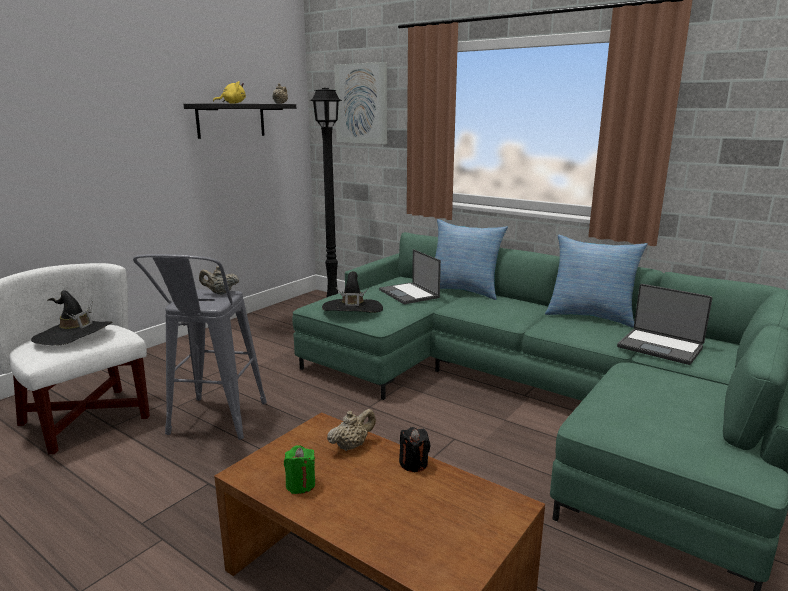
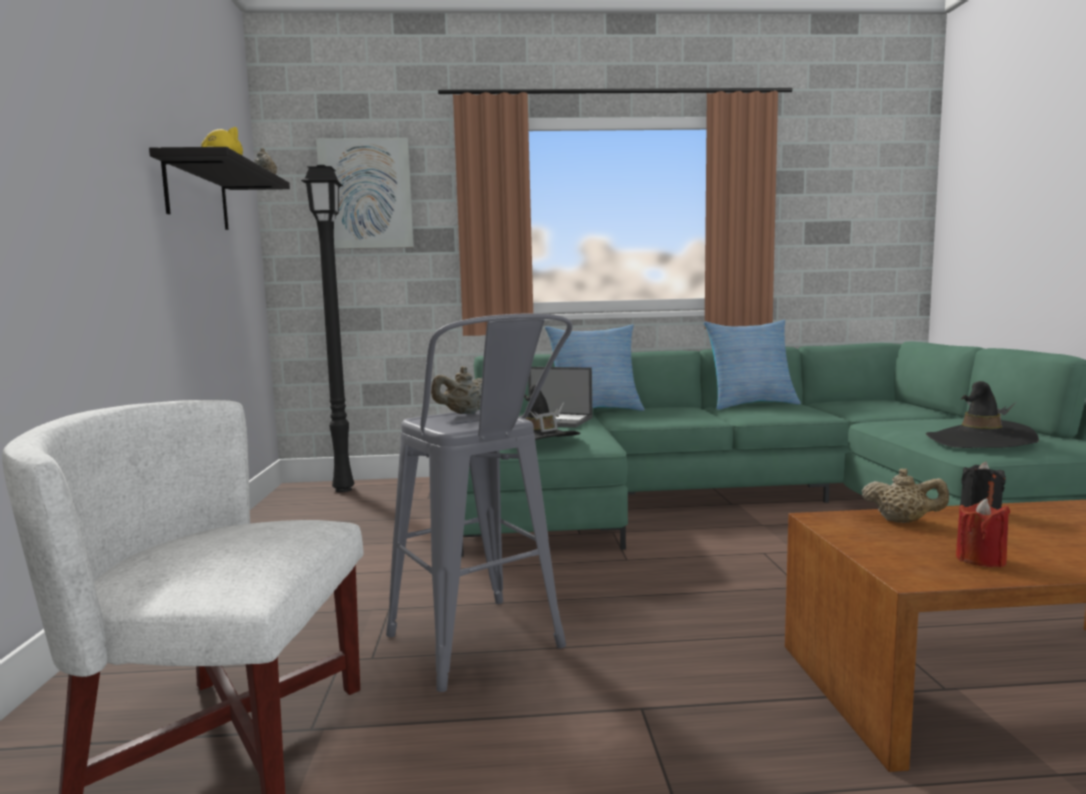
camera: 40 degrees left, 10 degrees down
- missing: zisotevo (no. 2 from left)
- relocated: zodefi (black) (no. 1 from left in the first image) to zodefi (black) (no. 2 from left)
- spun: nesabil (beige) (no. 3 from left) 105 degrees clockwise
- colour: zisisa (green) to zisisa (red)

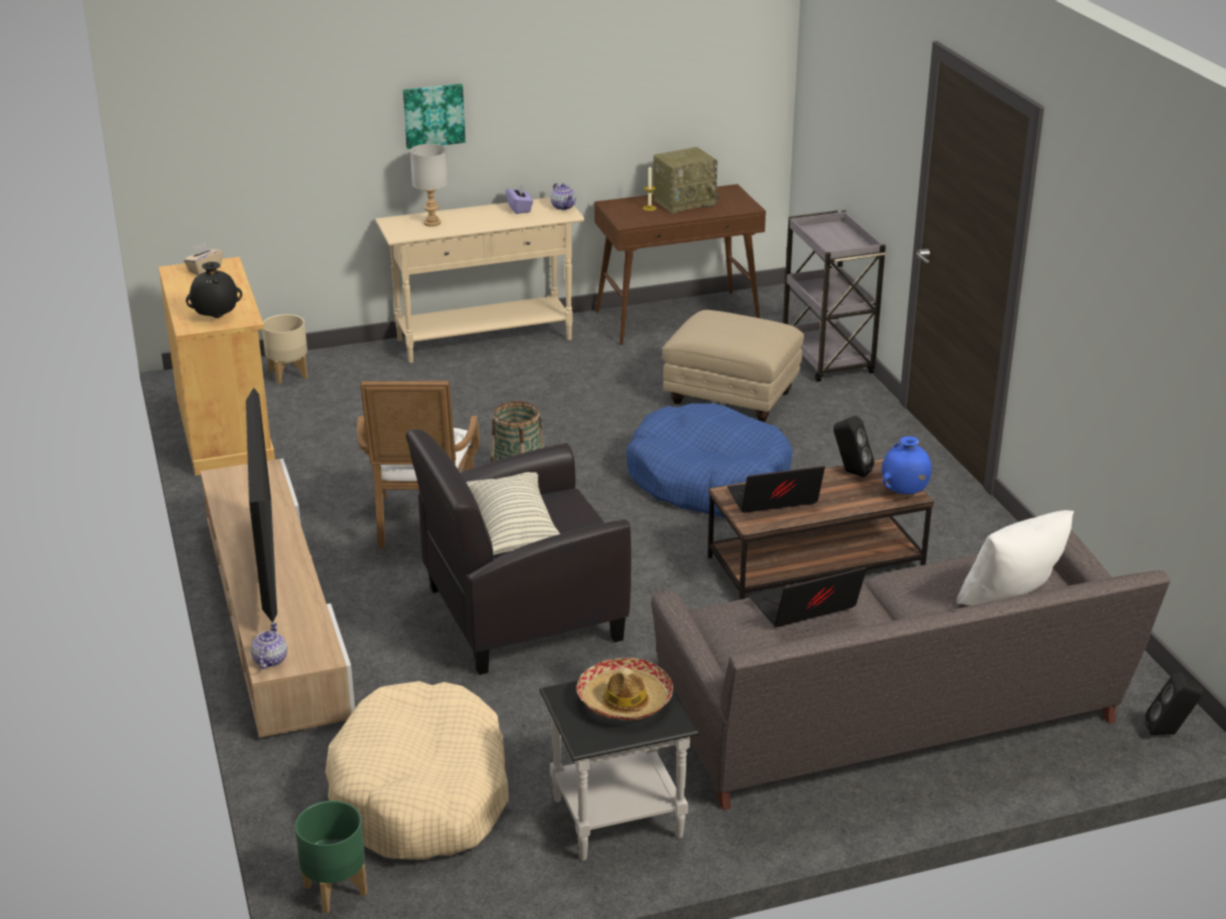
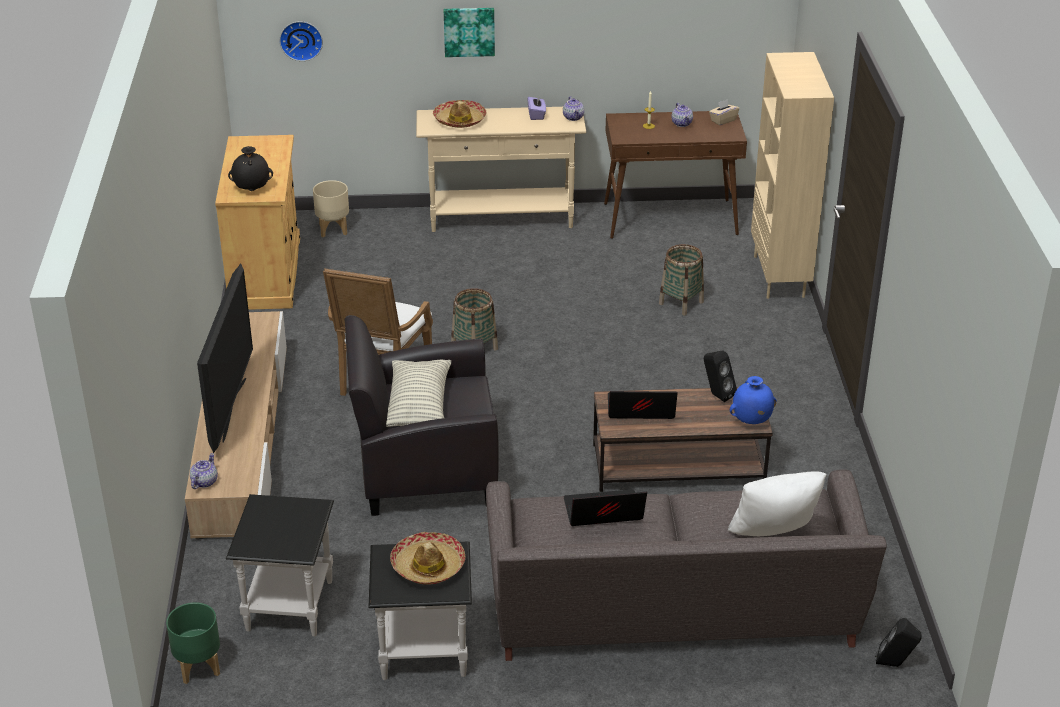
camera: 15 degrees right, 5 degrees up
- exchanged: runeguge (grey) to zodefi (no. 2 from left)
- exchanged: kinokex to nesabil (no. 3 from left)
- exchanged: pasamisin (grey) to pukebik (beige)
- relocated: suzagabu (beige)
- exchanged: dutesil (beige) to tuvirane (no. 2 from left)
- missing: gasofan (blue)
- exchanged: gasofan (beige) to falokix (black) (no. 1 from left)
- appeared: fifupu

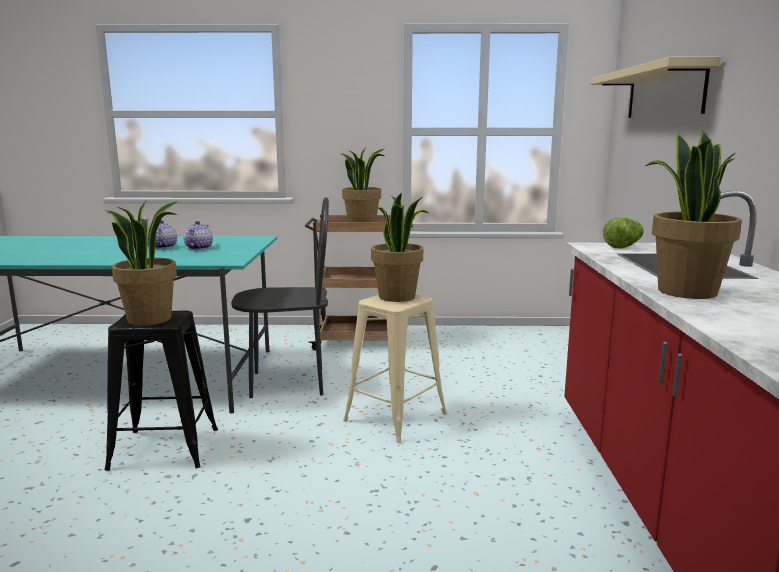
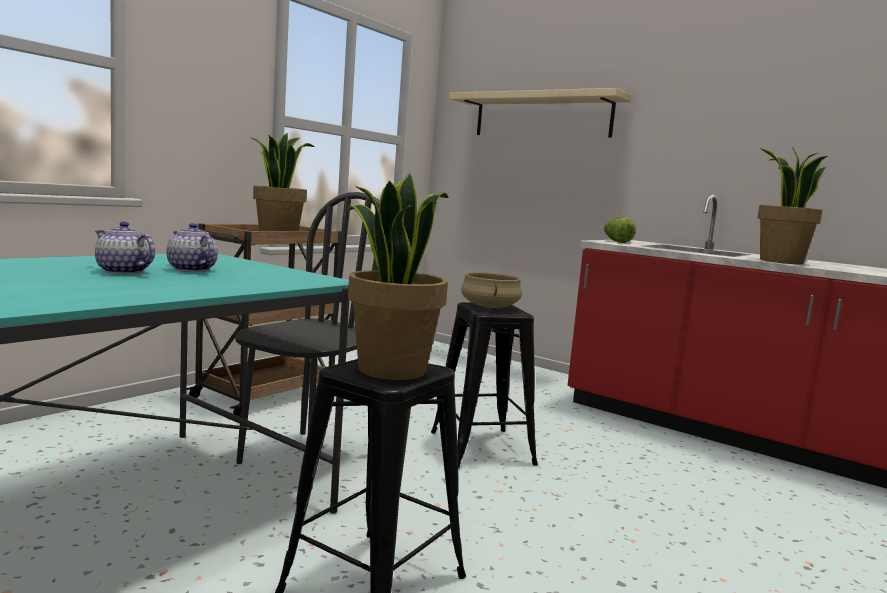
camera: 55 degrees left, 5 degrees down
- exchanged: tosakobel (no. 3 from left) to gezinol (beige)
- colour: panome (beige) to panome (black) (no. 2 from left)

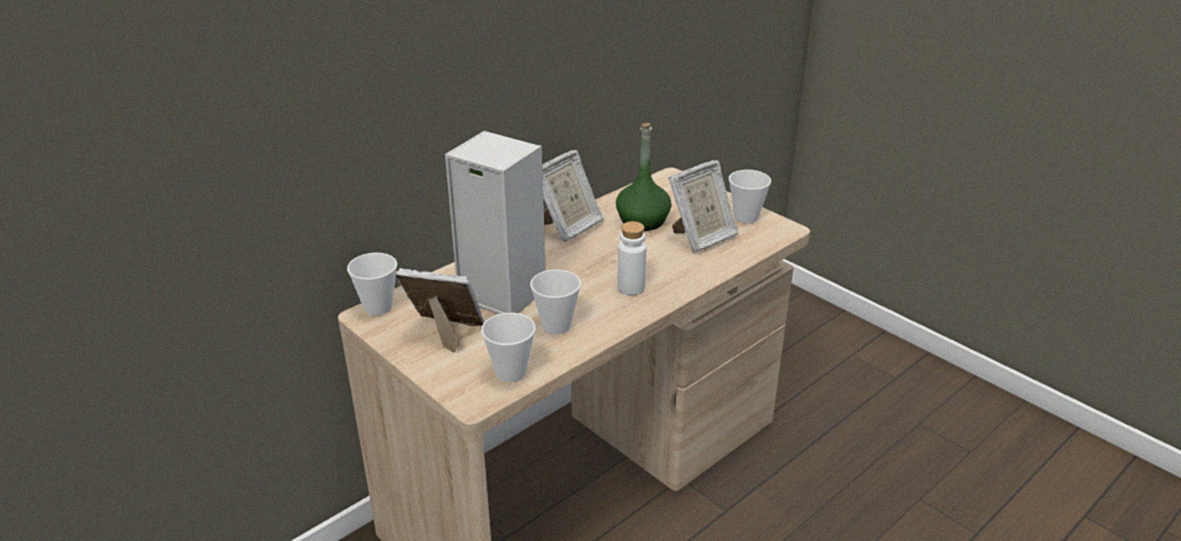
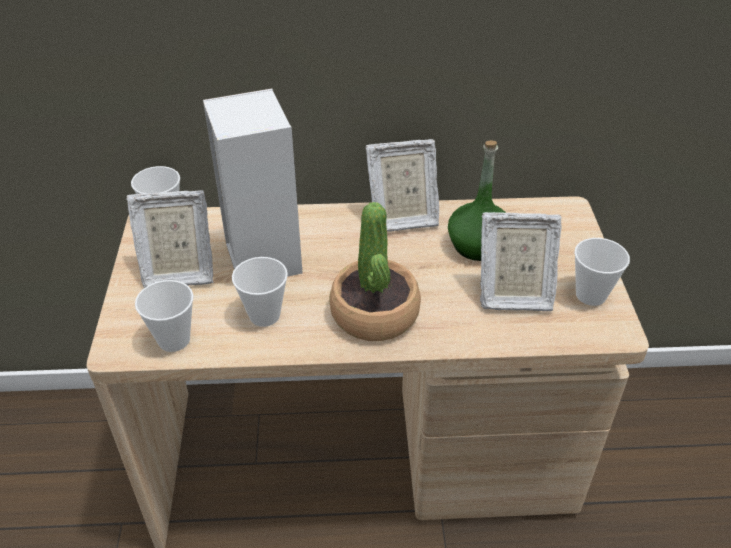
camera: 40 degrees right, 10 degrees up
- exchanged: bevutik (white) to tosakobel
- spun: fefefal (no. 1 from left) 120 degrees clockwise

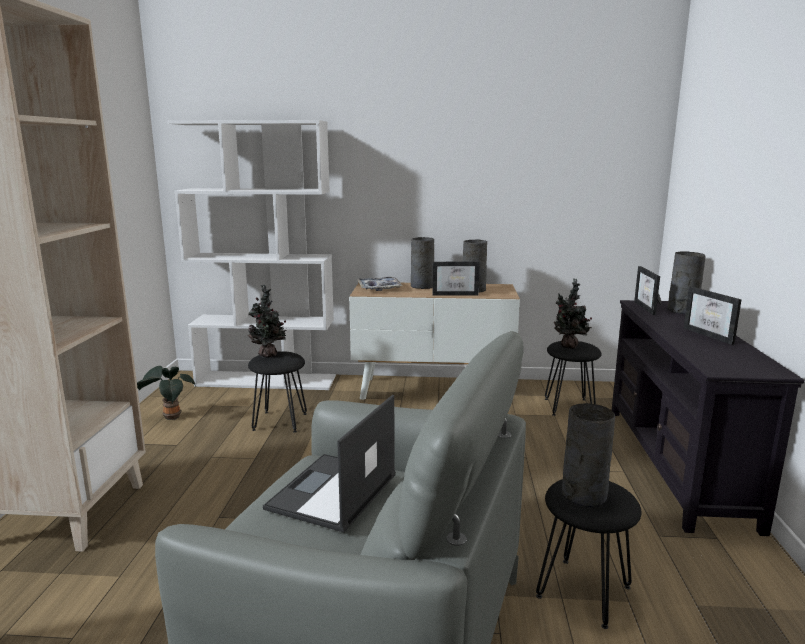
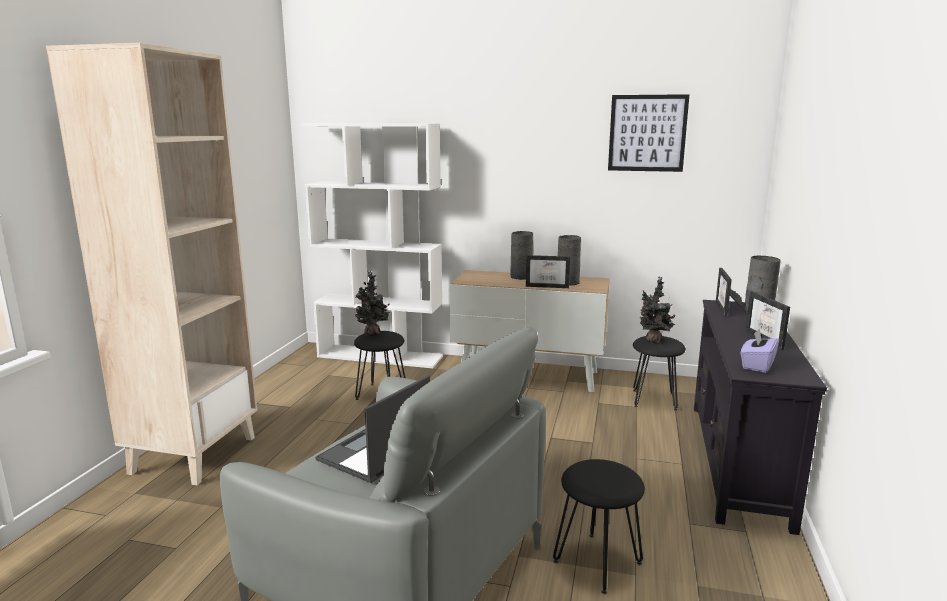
camera: 10 degrees right, 0 degrees up
- missing: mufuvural
- missing: tosakobel (no. 1 from left)
- missing: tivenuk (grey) (no. 3 from left)
- appeared: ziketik
- appeared: suzagabu (purple)

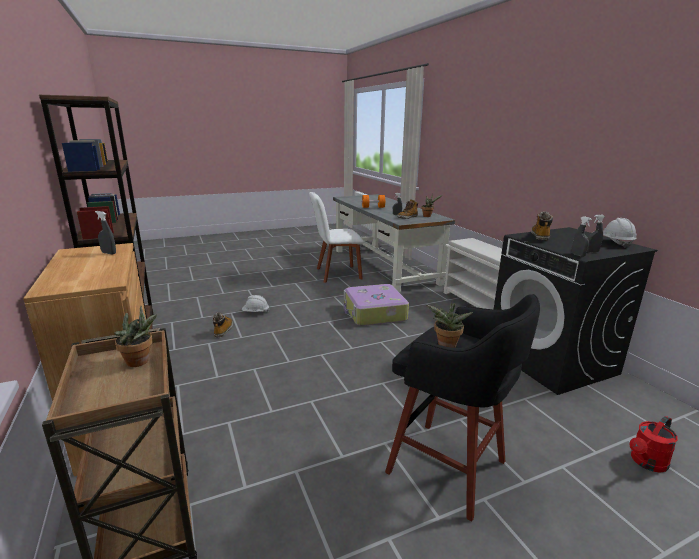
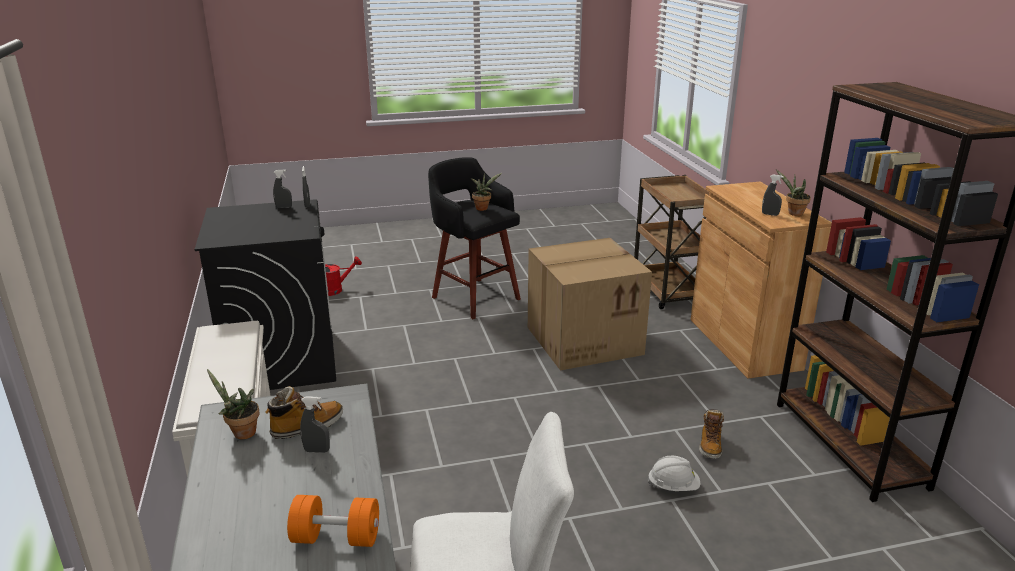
camera: 170 degrees left, 5 degrees up
- missing: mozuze (no. 3 from left)
- missing: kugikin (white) (no. 2 from left)
- missing: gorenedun
- relocated: tosakobel (no. 1 from left in the first image) to tosakobel (no. 3 from left)
- appeared: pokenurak

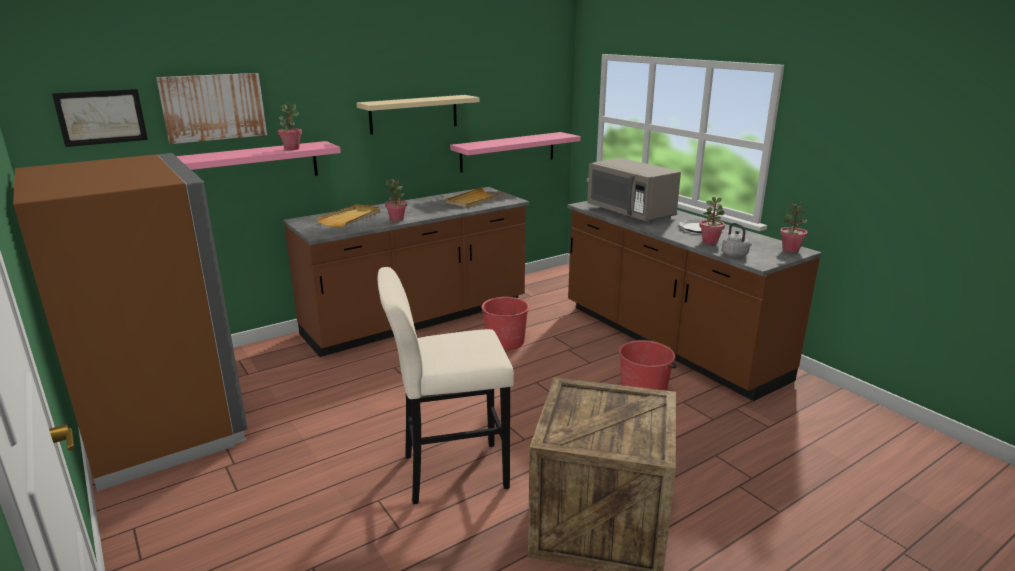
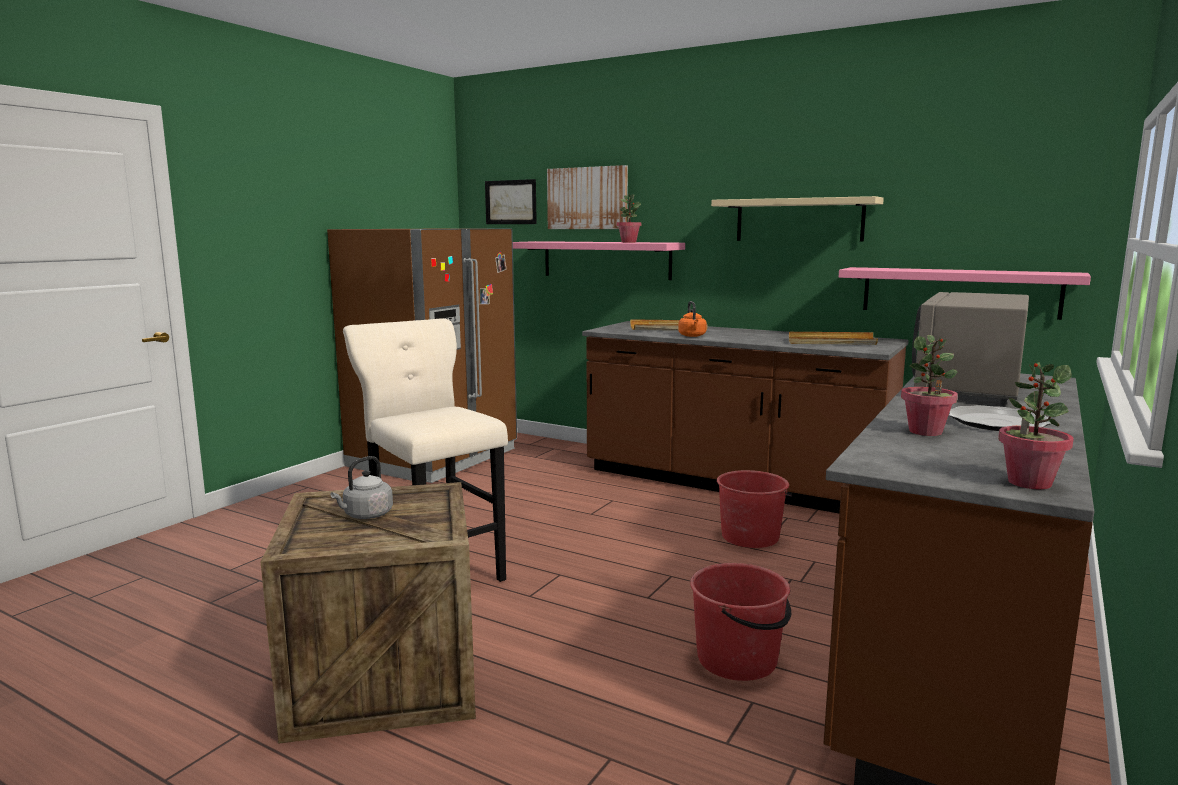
camera: 65 degrees right, 10 degrees down
- exchanged: tosakobel (no. 2 from left) to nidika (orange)
- relocated: nidika (grey)

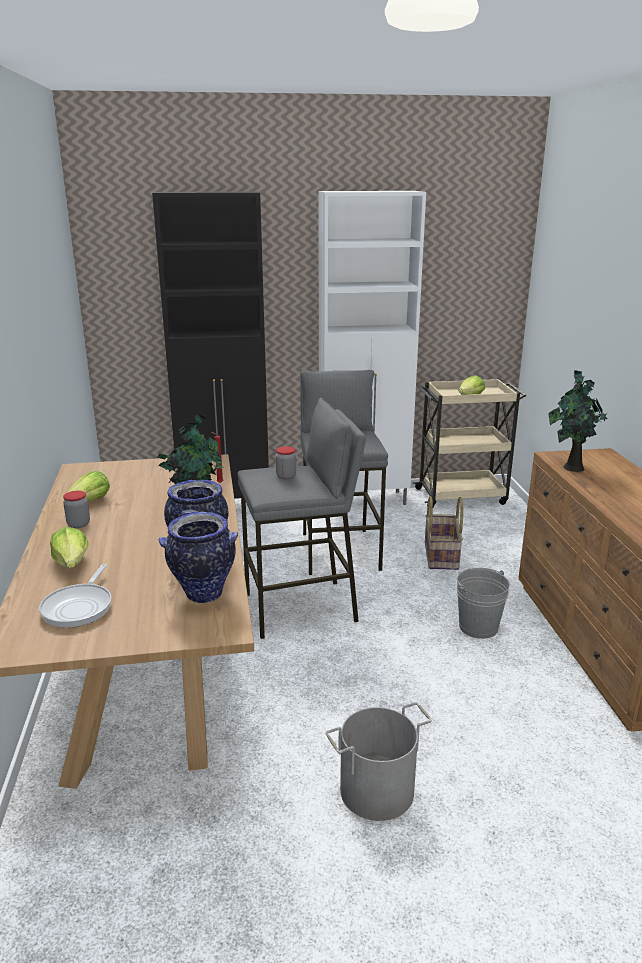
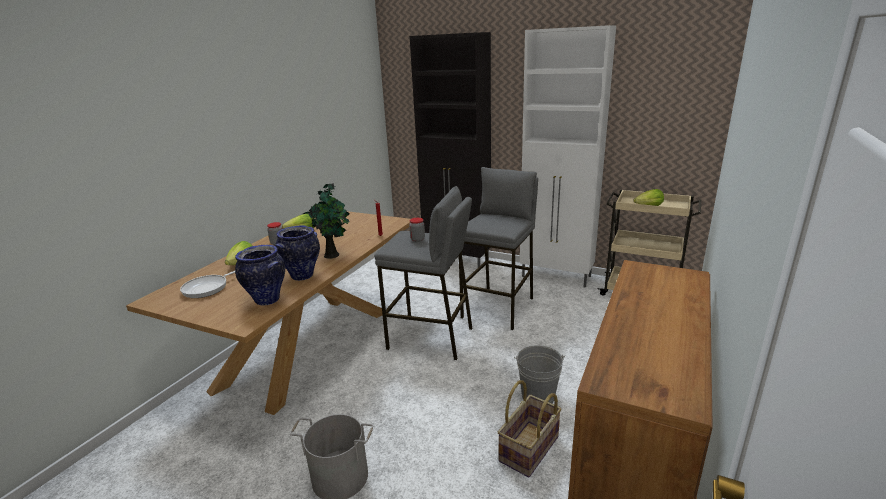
camera: 35 degrees right, 0 degrees up
- missing: tosakobel (no. 2 from left)
- relocated: tuvirane

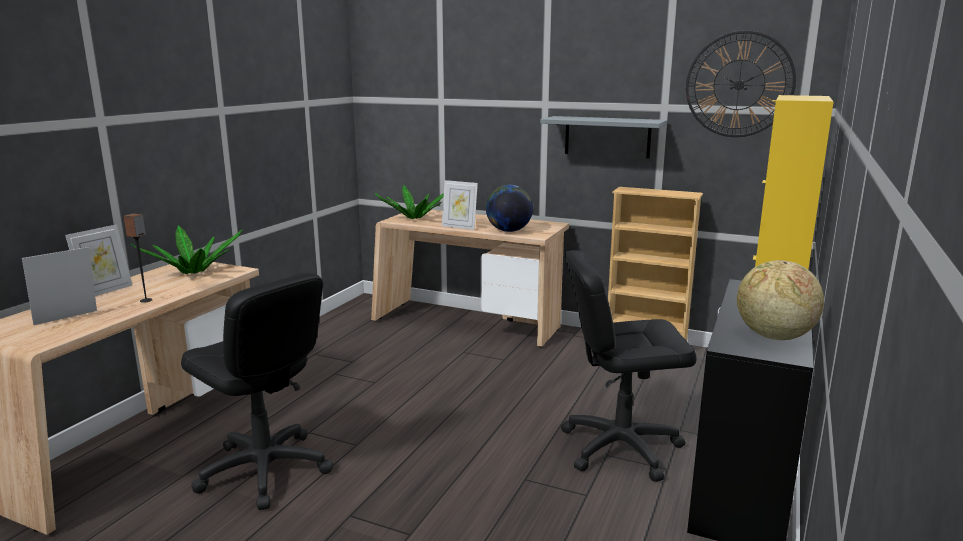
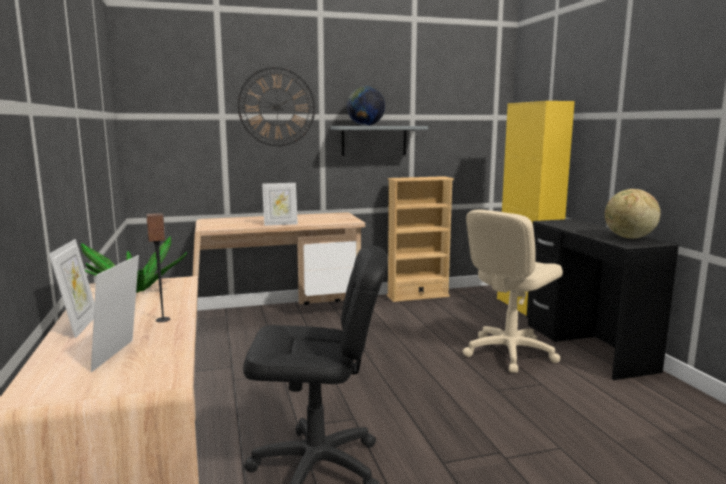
camera: 40 degrees left, 5 degrees down
- relocated: fifupu
- missing: tosakobel (no. 2 from left)
- relocated: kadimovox (no. 1 from left)
- colour: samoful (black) (no. 2 from left) to samoful (beige)

